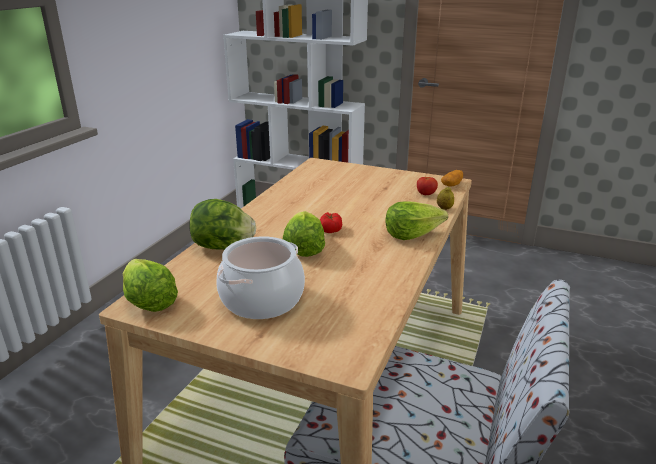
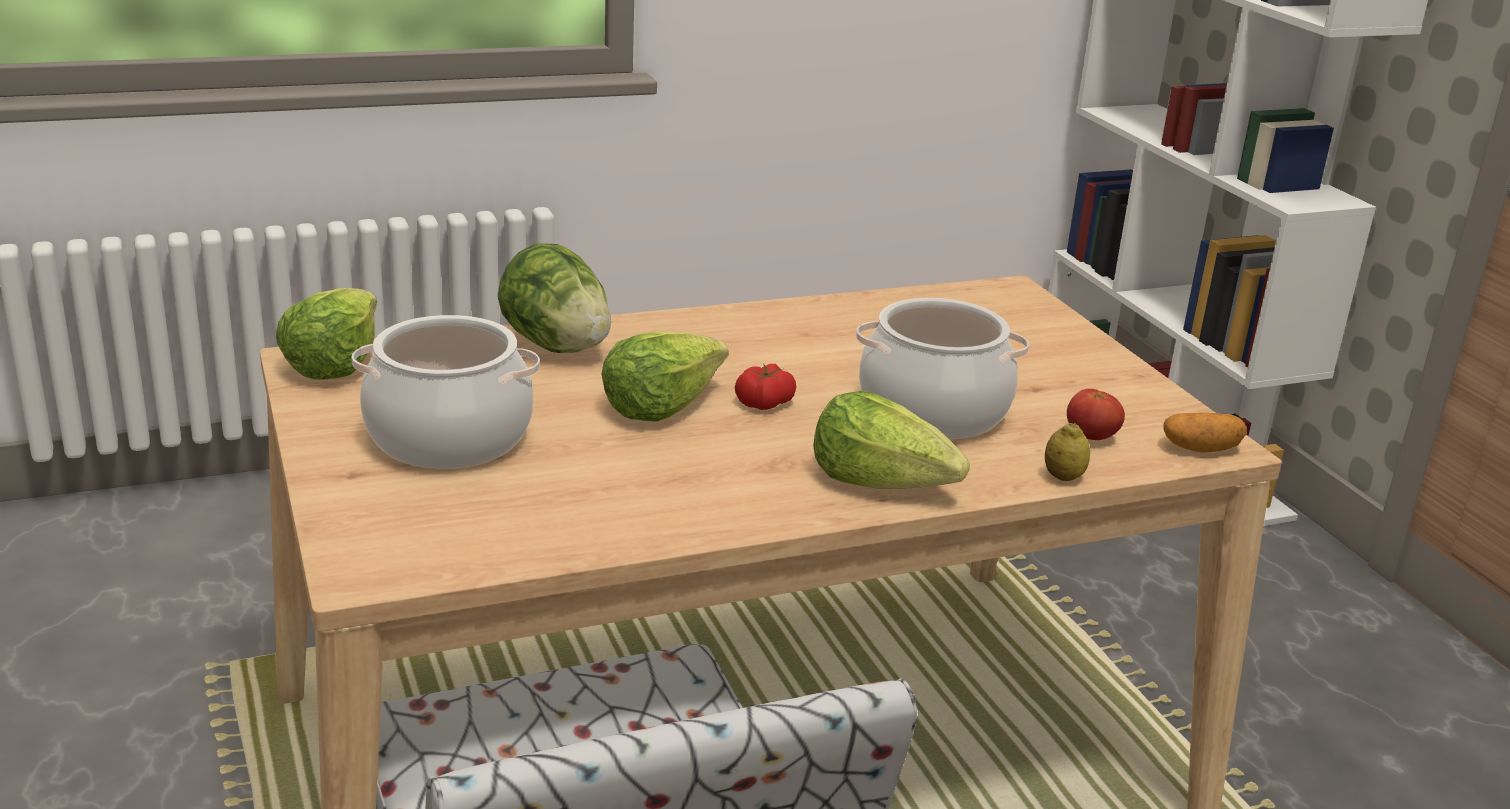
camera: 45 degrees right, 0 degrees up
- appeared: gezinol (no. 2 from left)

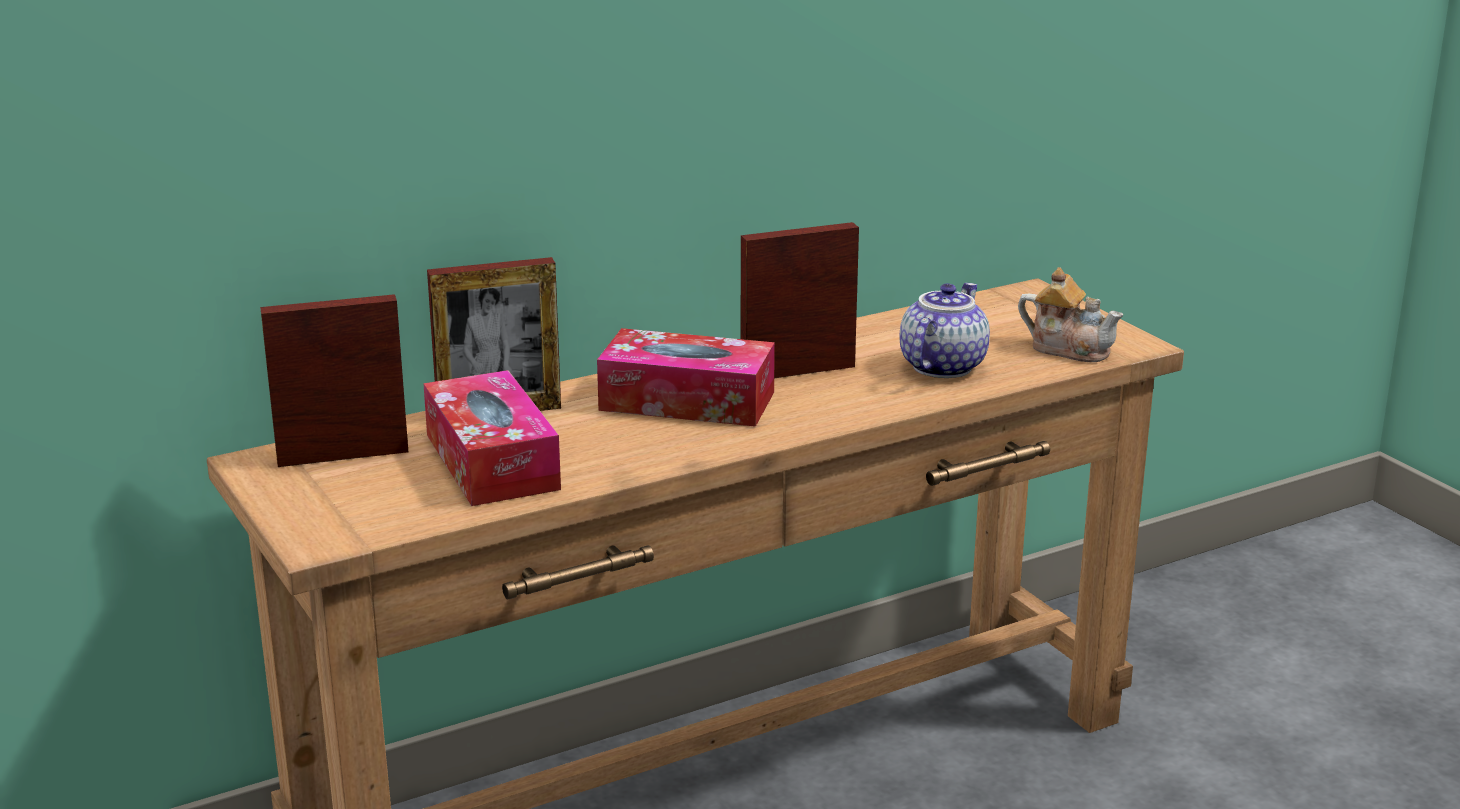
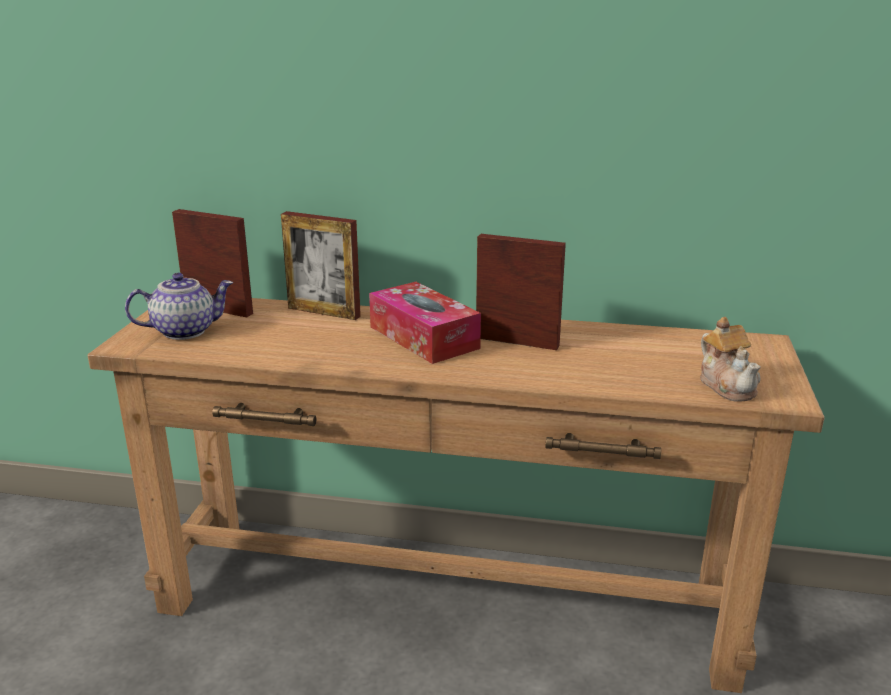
camera: 40 degrees right, 0 degrees up
- relocated: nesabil (no. 1 from left)
- missing: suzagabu (no. 1 from left)

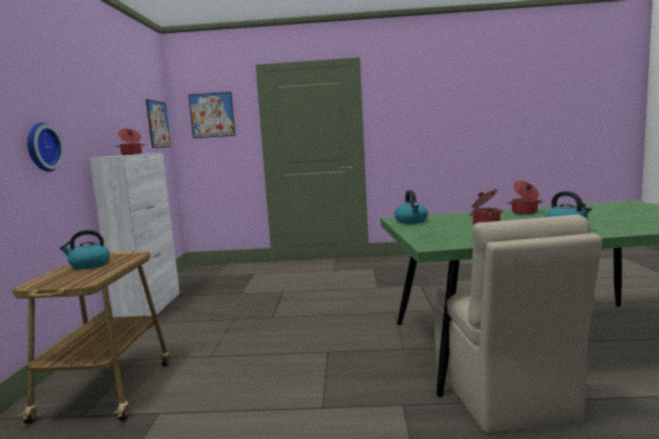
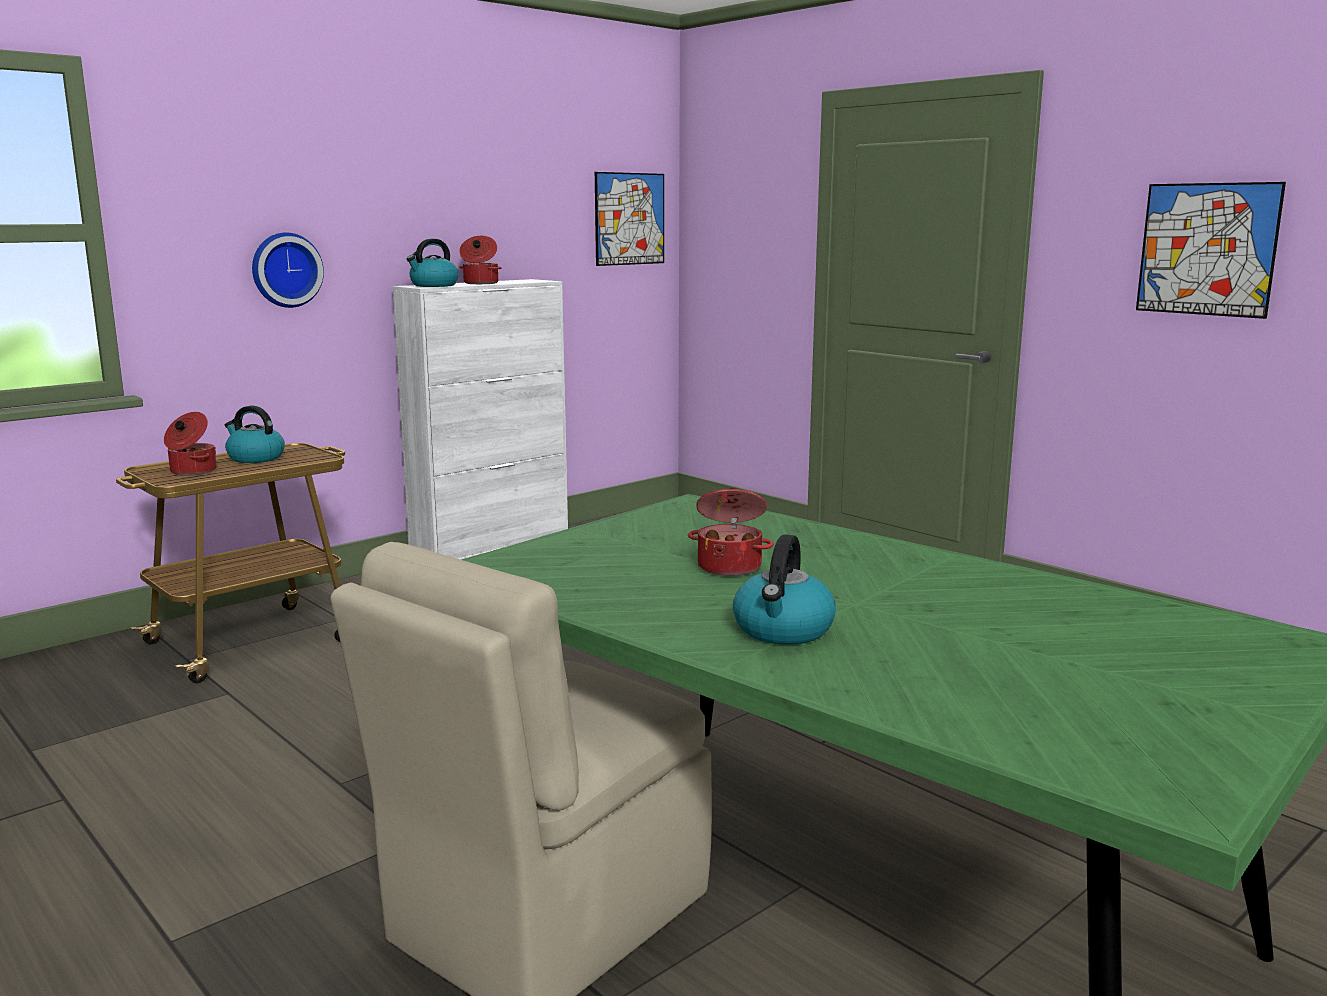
camera: 45 degrees right, 5 degrees up
- relocated: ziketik (no. 2 from left)
- relocated: gezinol (no. 3 from left in the first image) to gezinol (no. 1 from left)
- relocated: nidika (no. 2 from left)

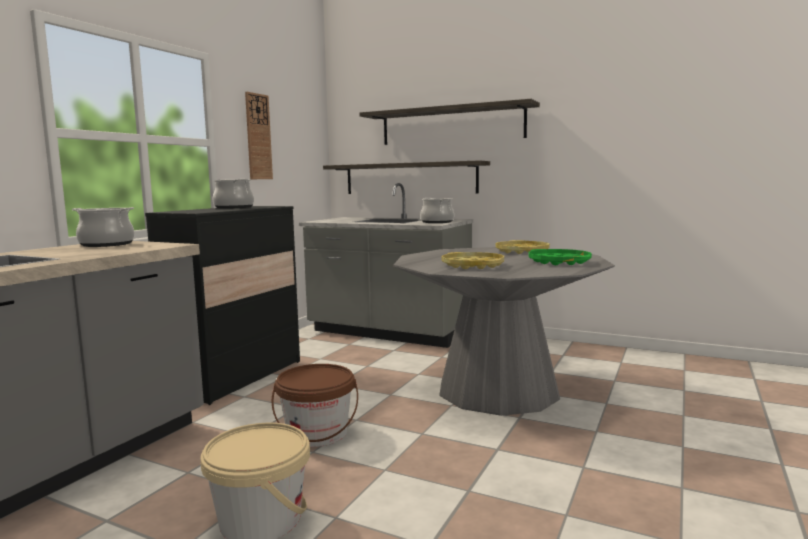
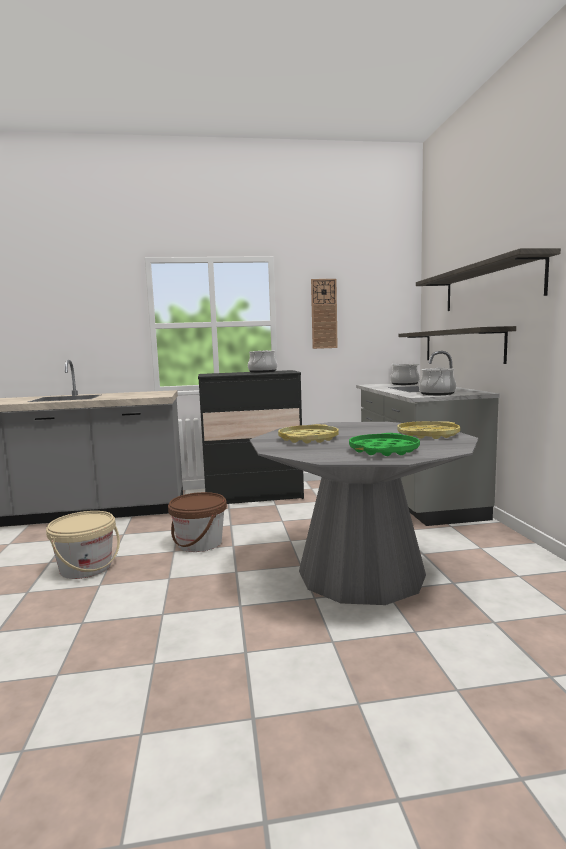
camera: 55 degrees right, 0 degrees up
- relocated: gezinol (no. 1 from left in the first image) to gezinol (no. 2 from left)

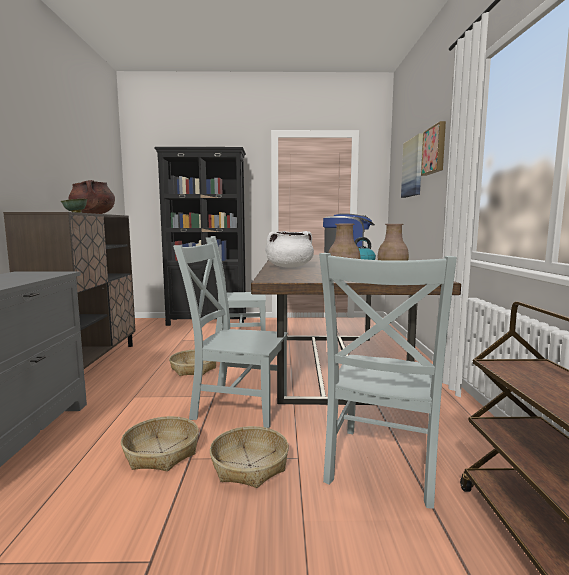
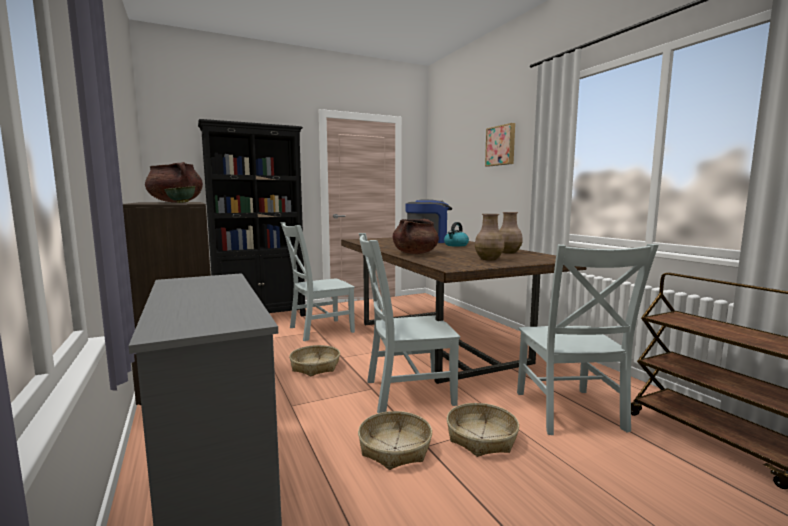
camera: 25 degrees left, 0 degrees up
- missing: ziketik (no. 1 from left)
- colour: gezinol (white) to gezinol (brown) (no. 2 from left)

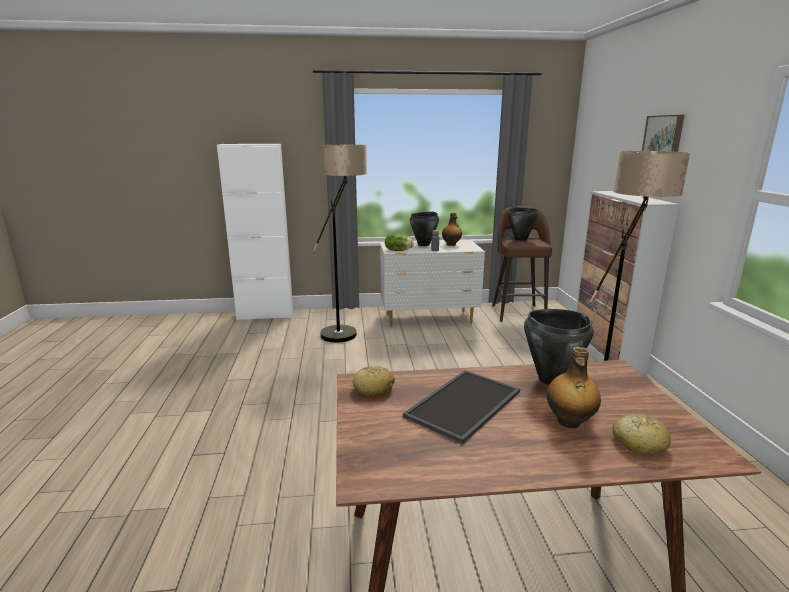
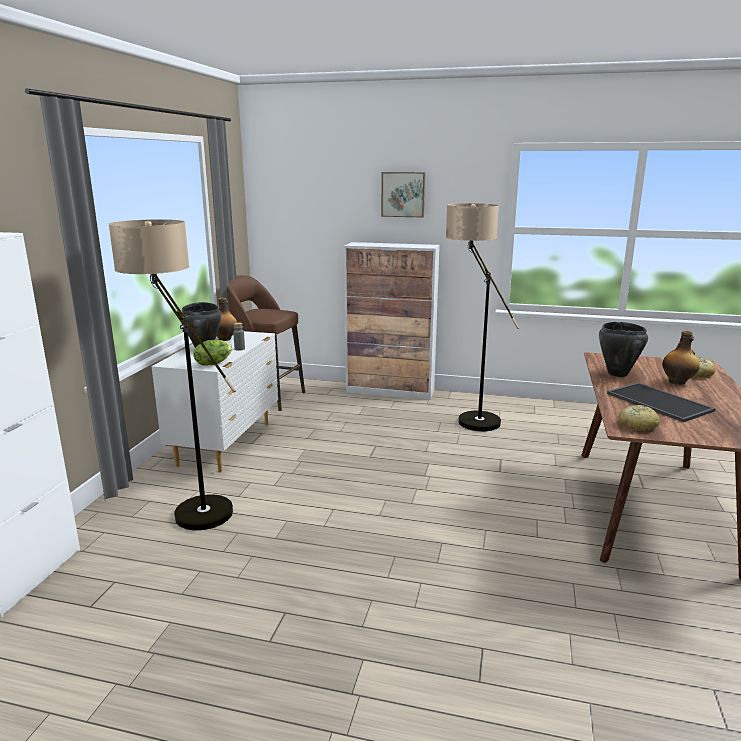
camera: 70 degrees left, 0 degrees up
- missing: gezinol (black) (no. 2 from left)

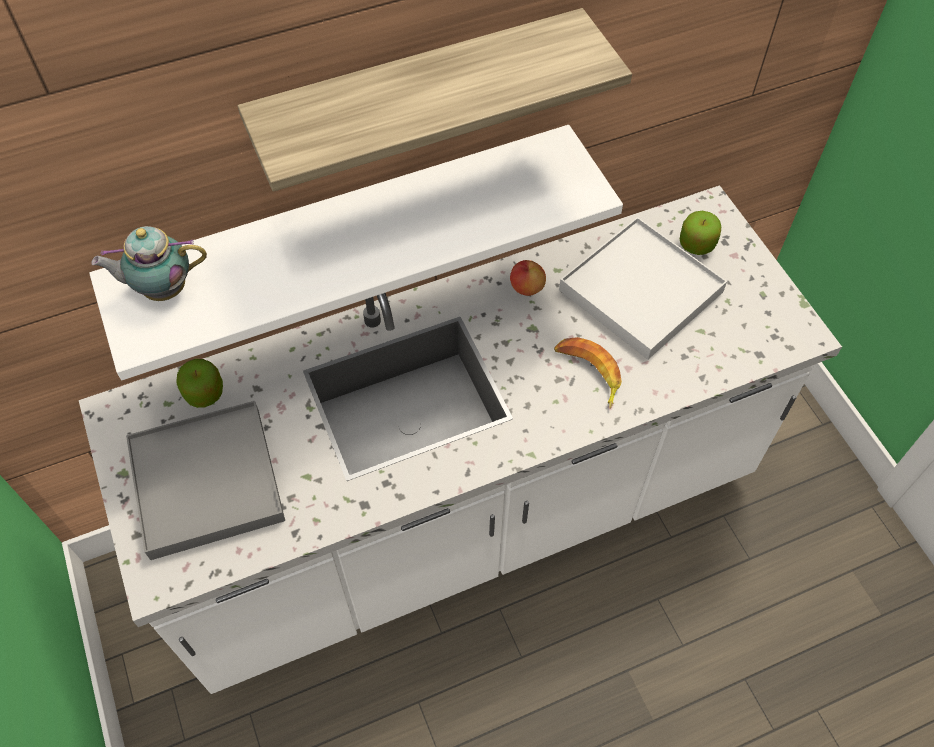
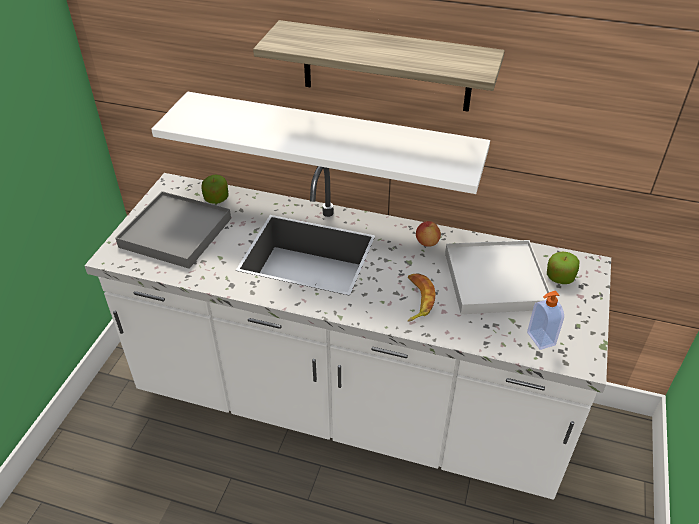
camera: 40 degrees right, 15 degrees down
- missing: nesabil
- appeared: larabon

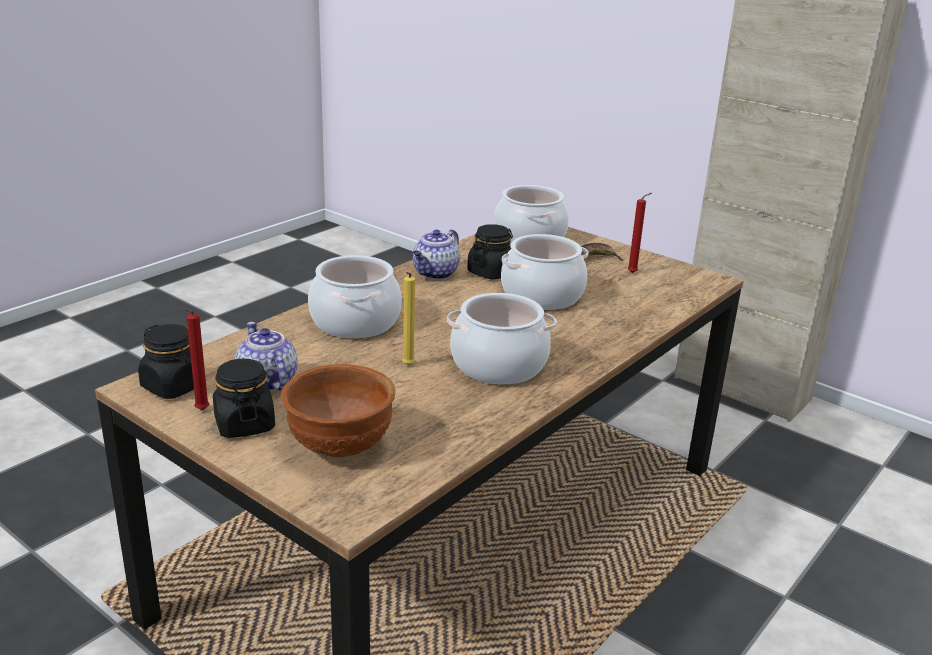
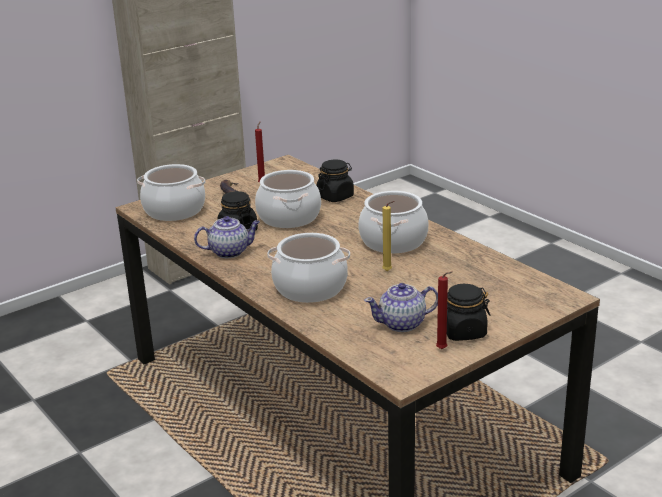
camera: 75 degrees left, 0 degrees up
- spun: nesabil (no. 2 from left in the first image) 60 degrees counterclockwise
- relocated: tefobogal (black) (no. 1 from left in the first image) to tefobogal (black) (no. 2 from left)
- missing: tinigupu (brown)

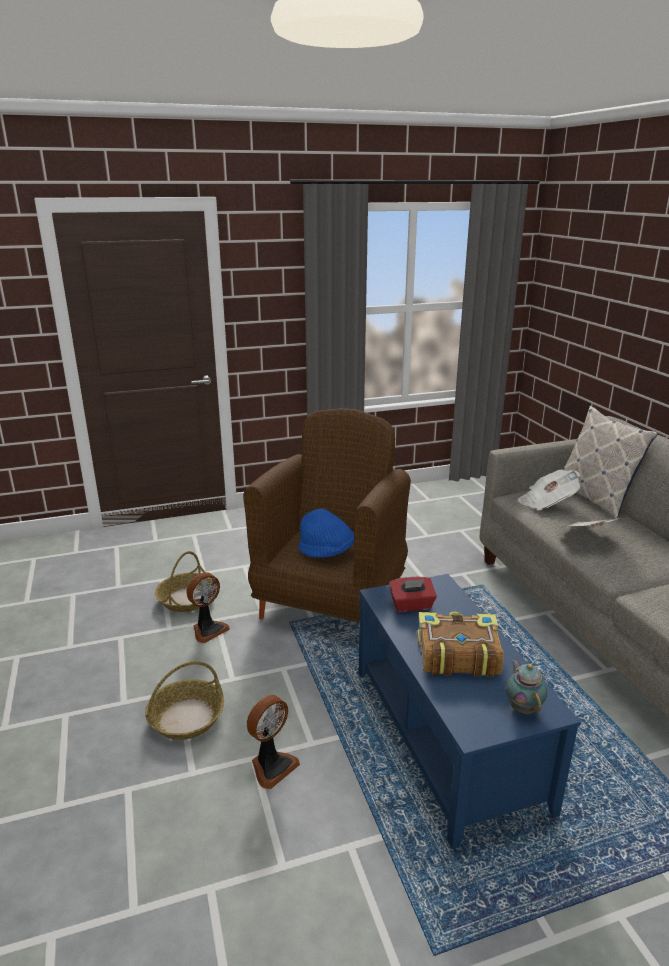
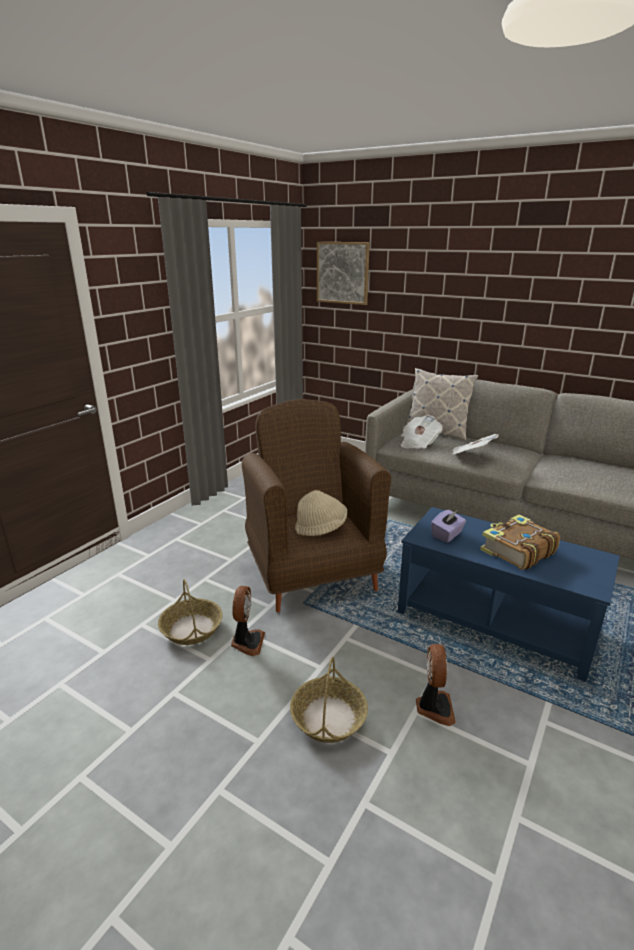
camera: 40 degrees left, 0 degrees up
- colour: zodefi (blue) to zodefi (beige)
- colour: suzagabu (red) to suzagabu (purple)
- missing: nesabil
- appeared: ziketik

